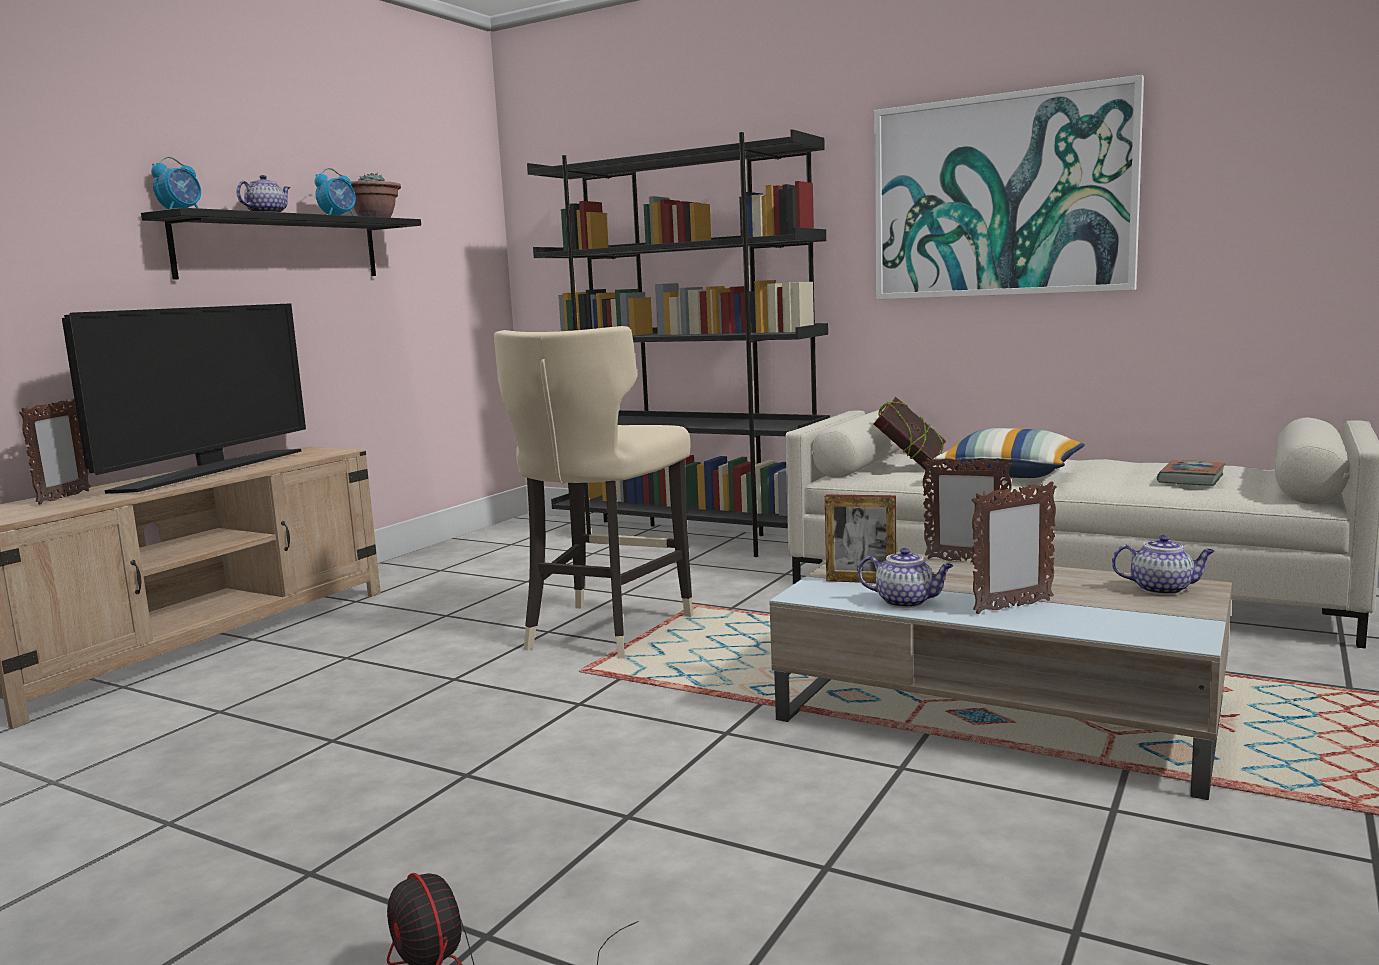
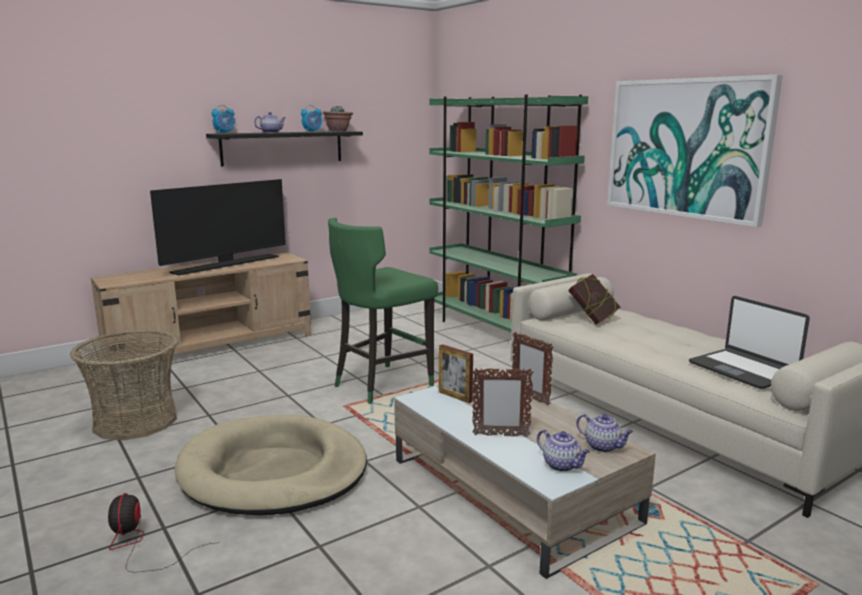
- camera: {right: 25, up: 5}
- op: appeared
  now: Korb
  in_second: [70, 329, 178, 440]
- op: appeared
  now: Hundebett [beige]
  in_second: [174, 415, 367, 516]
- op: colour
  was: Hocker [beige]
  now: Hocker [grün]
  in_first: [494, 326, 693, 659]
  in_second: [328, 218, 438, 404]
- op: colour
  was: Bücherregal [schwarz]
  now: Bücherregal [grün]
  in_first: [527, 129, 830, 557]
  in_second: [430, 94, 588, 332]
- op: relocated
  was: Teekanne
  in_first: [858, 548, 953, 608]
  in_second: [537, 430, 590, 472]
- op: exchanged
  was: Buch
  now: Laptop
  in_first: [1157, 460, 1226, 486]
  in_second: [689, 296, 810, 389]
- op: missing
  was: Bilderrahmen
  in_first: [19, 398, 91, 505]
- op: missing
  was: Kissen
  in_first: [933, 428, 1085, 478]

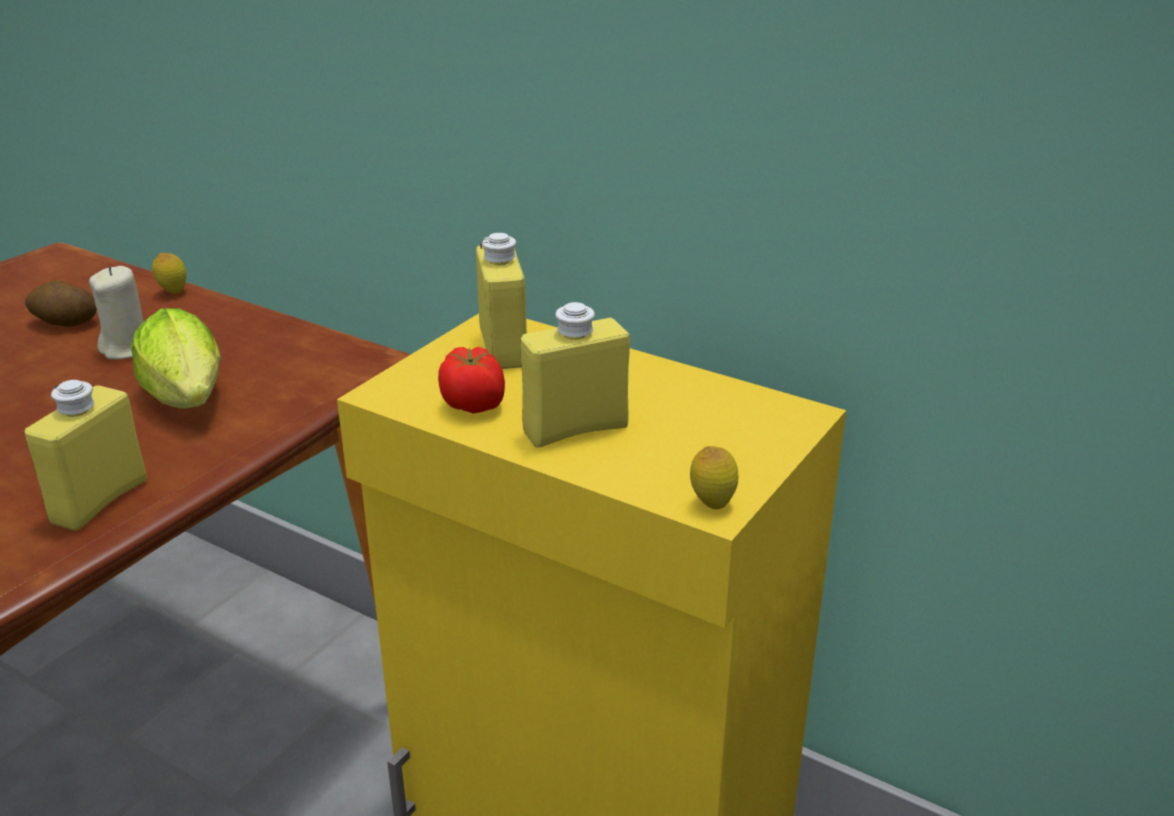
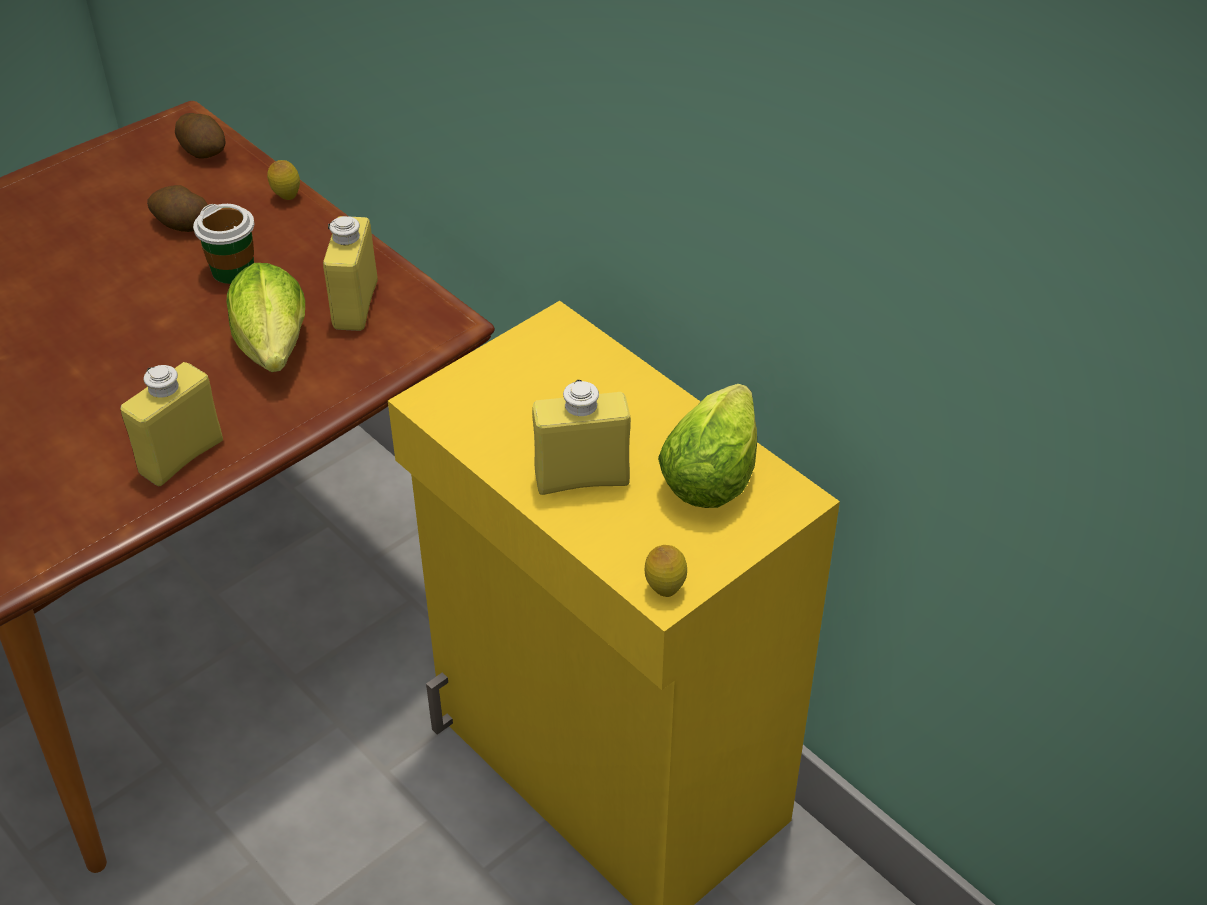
- camera: {right: 15, up: 15}
- op: appeared
  now: Kartoffel
  in_second: [175, 113, 225, 159]
- op: exchanged
  was: Kerze [beige]
  now: Tasse
  in_first: [89, 266, 144, 360]
  in_second: [193, 204, 255, 284]
- op: relocated
  was: Flasche [gelb]
  in_first: [476, 233, 527, 369]
  in_second: [323, 216, 378, 331]
- op: appeared
  now: Salatkopf
  in_second: [658, 384, 757, 508]
- op: missing
  was: Tomate
  in_first: [438, 347, 505, 414]

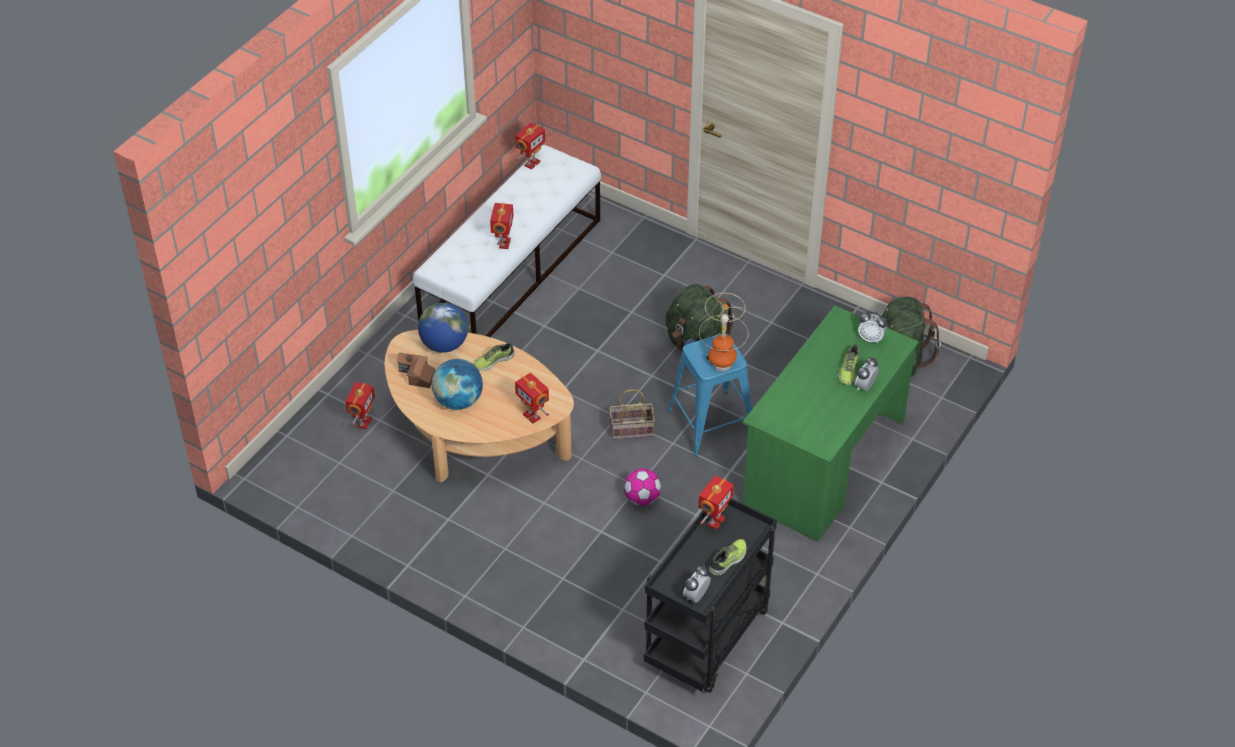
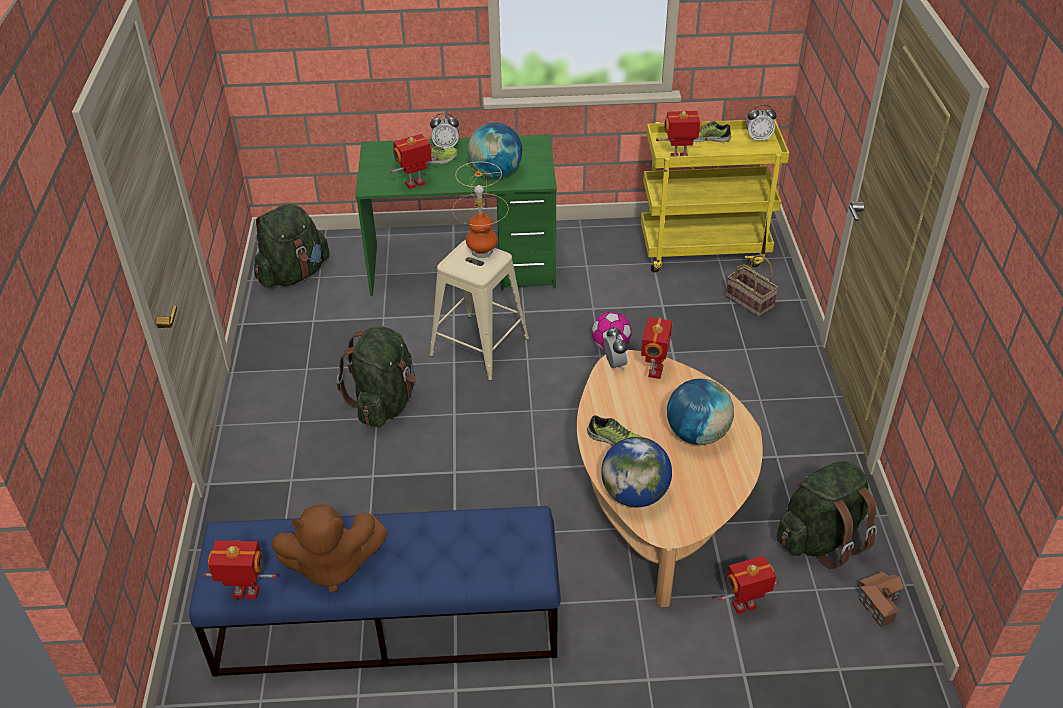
- camera: {right: -125, up: -5}
- op: colour
  was: Bank [weiß]
  now: Bank [blau]
  in_first: [413, 145, 601, 337]
  in_second: [189, 506, 561, 677]
- op: appeared
  now: Plüschtier [braun]
  in_second: [271, 504, 387, 592]
- op: relocated
  was: Spielzeugroboter
  in_first: [490, 203, 514, 249]
  in_second: [389, 134, 438, 189]
- op: colour
  was: Hocker [blau]
  now: Hocker [beige]
  in_first: [668, 333, 752, 456]
  in_second: [429, 240, 529, 381]
- op: appeared
  now: Globus
  in_second: [468, 123, 522, 178]
- op: relocated
  was: Wecker
  in_first: [858, 311, 887, 344]
  in_second: [604, 327, 628, 369]
- op: colour
  was: Rollwagen [schwarz]
  now: Rollwagen [gelb]
  in_first: [644, 498, 777, 693]
  in_second: [641, 119, 789, 272]
- op: relocated
  was: Korb
  in_first: [609, 389, 655, 440]
  in_second: [726, 255, 779, 317]
- op: appeared
  now: Rucksack [grün]
  in_second: [777, 461, 877, 569]
- op: relocated
  was: Spielzeughaus
  in_first: [397, 353, 435, 388]
  in_second: [858, 572, 904, 627]

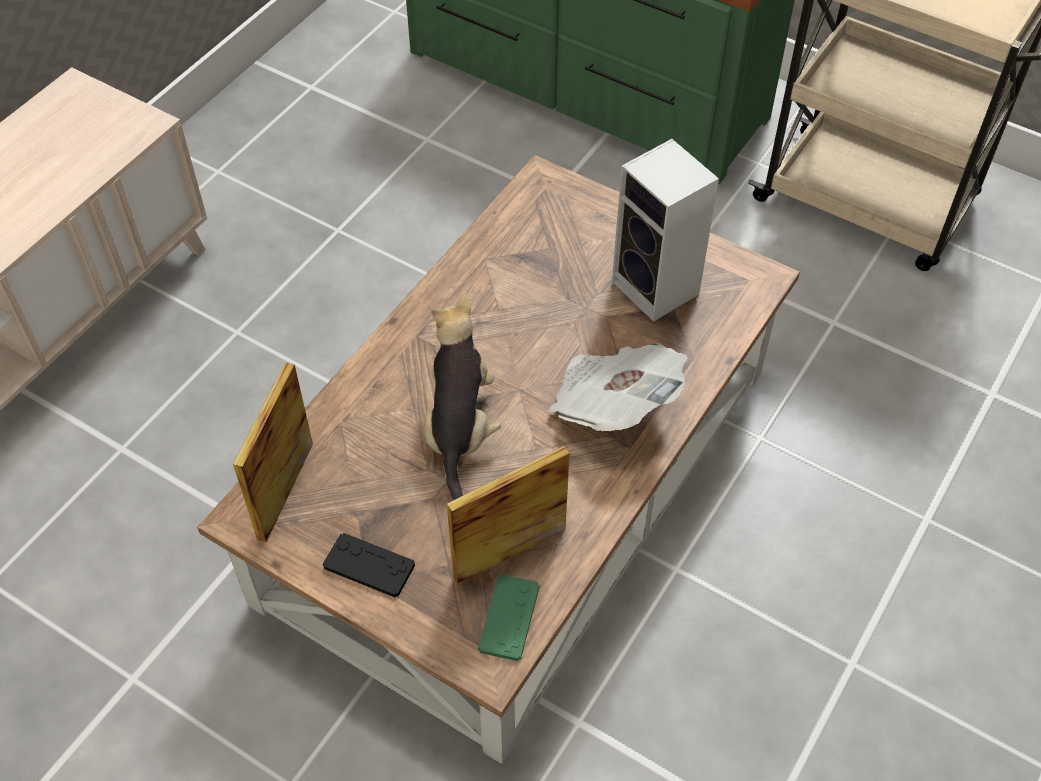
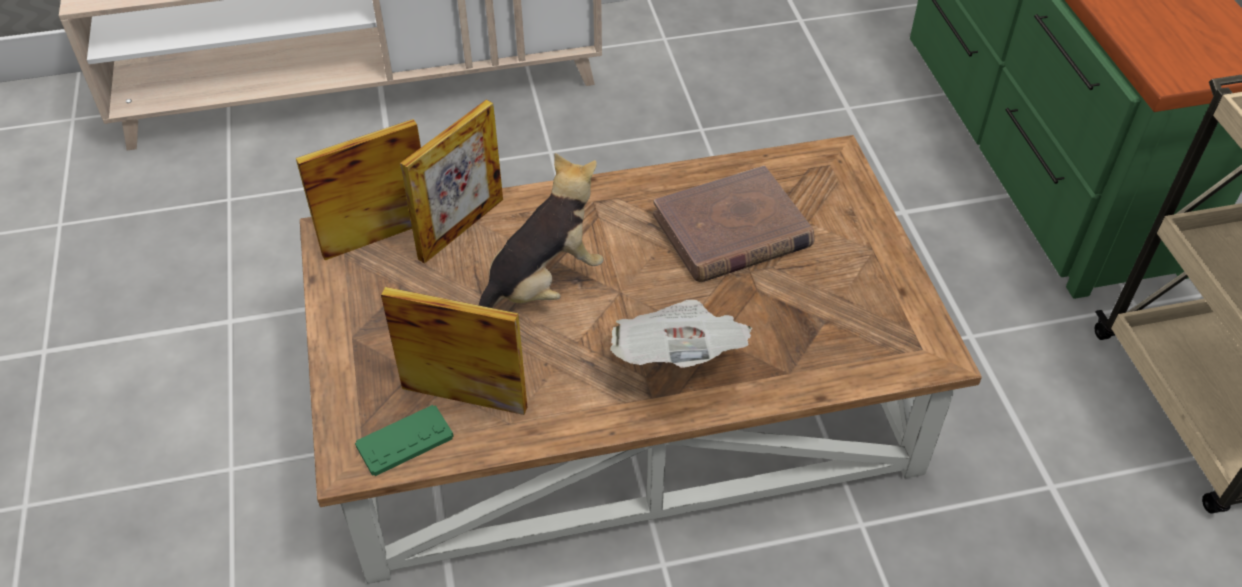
- camera: {right: 45, up: -5}
- op: appeared
  now: Bilderrahmen
  in_second: [400, 100, 503, 264]
- op: appeared
  now: Buch [braun]
  in_second: [653, 166, 815, 282]
- op: missing
  was: Gamepad [schwarz]
  in_first: [323, 533, 415, 597]
- op: missing
  was: Lautsprecher
  in_first: [612, 139, 719, 322]

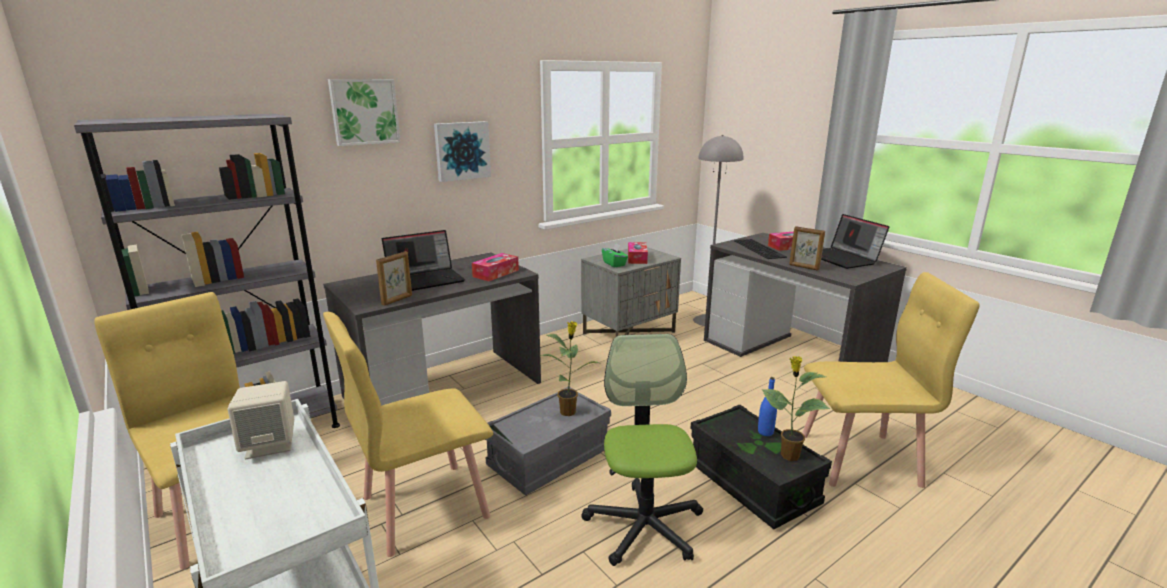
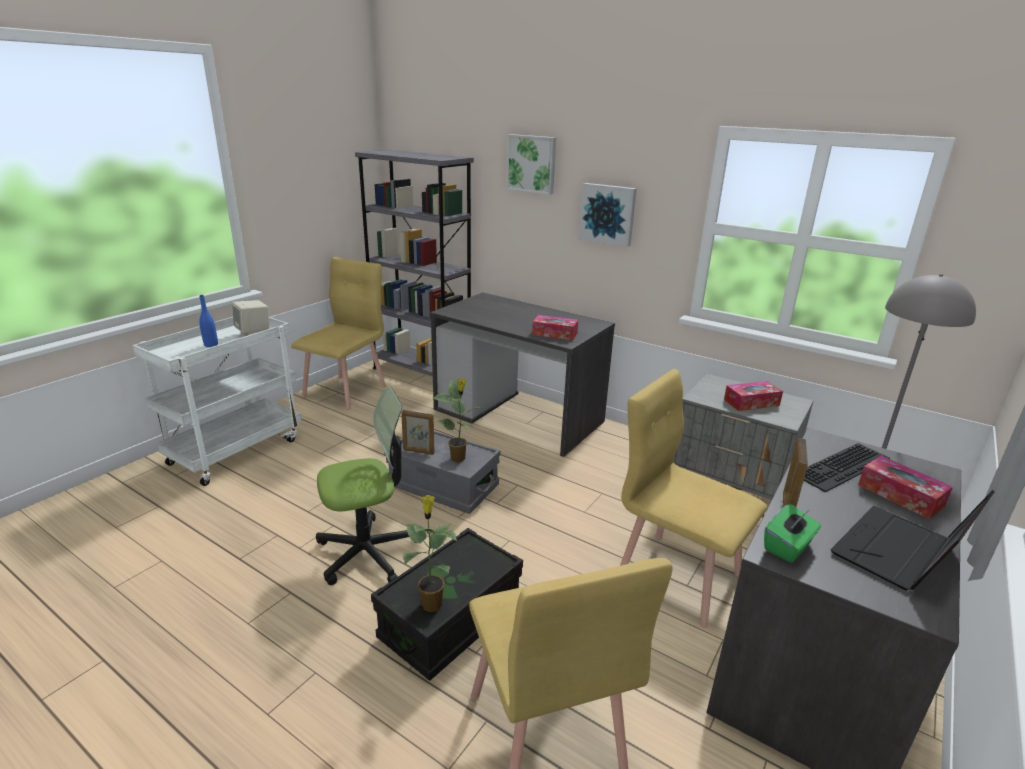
- camera: {right: 70, up: 5}
- op: relocated
  was: Flasche [blau]
  in_first: [758, 377, 777, 436]
  in_second: [199, 295, 218, 347]
- op: relocated
  was: Bilderrahmen
  in_first: [376, 252, 412, 306]
  in_second: [401, 410, 434, 455]
- op: relocated
  was: Stuhl [gelb]
  in_first: [323, 312, 493, 557]
  in_second: [620, 369, 767, 628]
- op: relocated
  was: Taschentuchbox [grün]
  in_first: [602, 243, 628, 267]
  in_second: [764, 504, 821, 563]
- op: missing
  was: Laptop
  in_first: [382, 230, 465, 291]

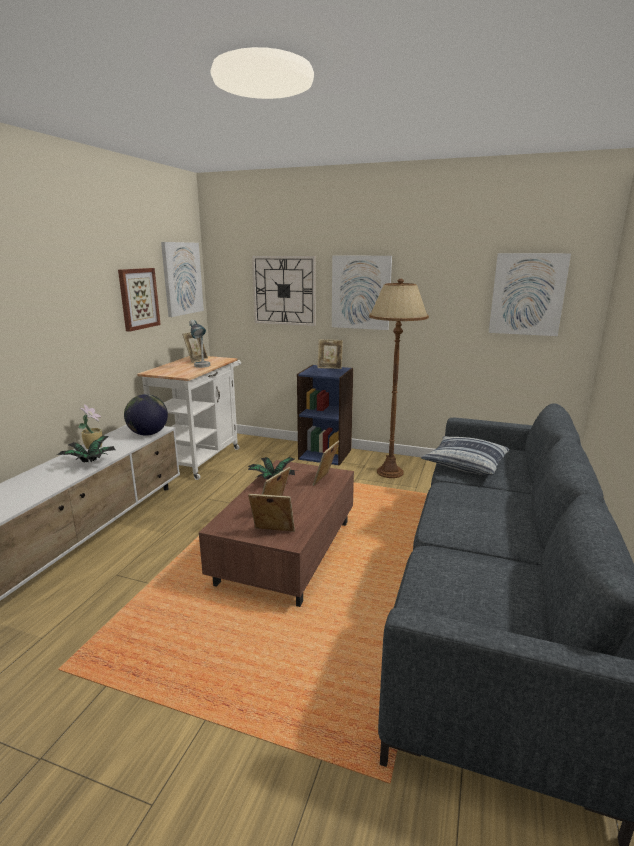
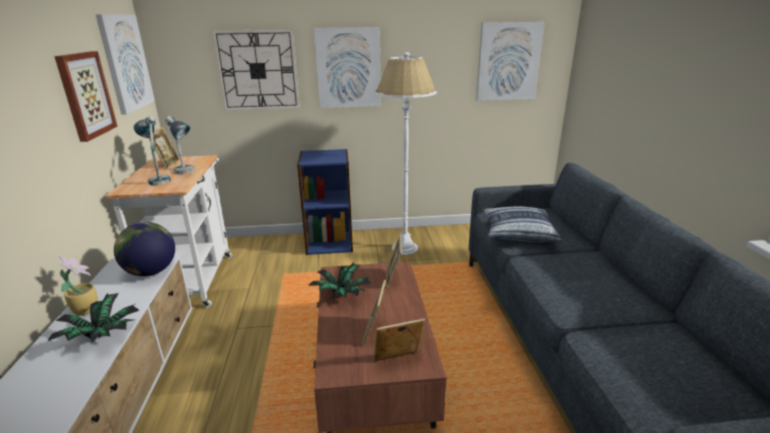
- camera: {right: -25, up: 5}
- op: appeared
  now: Tischlampe
  in_second: [134, 116, 171, 185]
- op: colour
  was: Stehlampe [braun]
  now: Stehlampe [weiß]
  in_first: [369, 279, 429, 478]
  in_second: [376, 52, 437, 255]
- op: missing
  was: Bilderrahmen
  in_first: [317, 339, 343, 369]

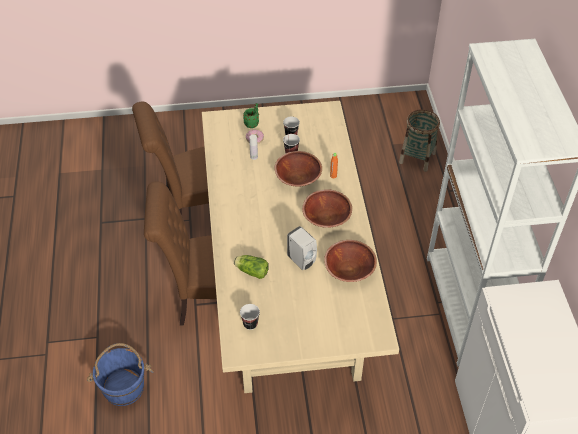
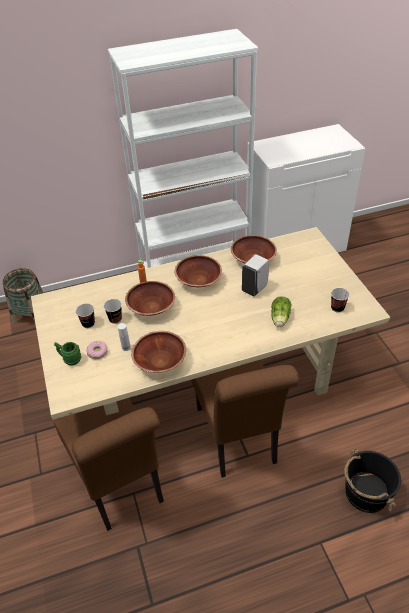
- camera: {right: -100, up: -5}
- op: appeared
  now: Schüssel [braun]
  in_second: [131, 331, 186, 373]
- op: colour
  was: Eimer [blau]
  now: Eimer [schwarz]
  in_first: [87, 343, 154, 406]
  in_second: [344, 449, 401, 513]

